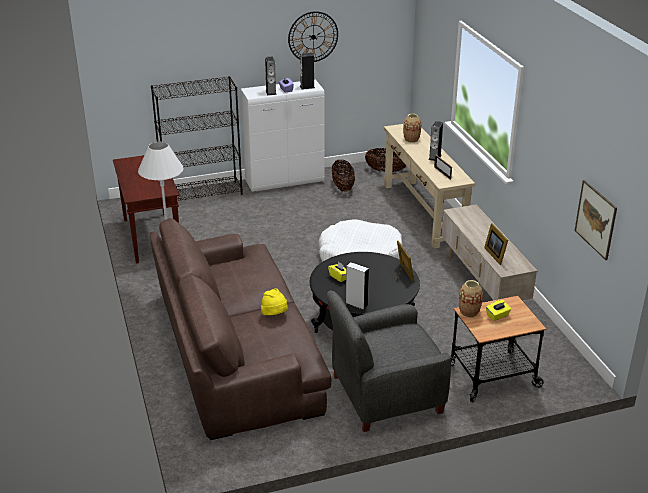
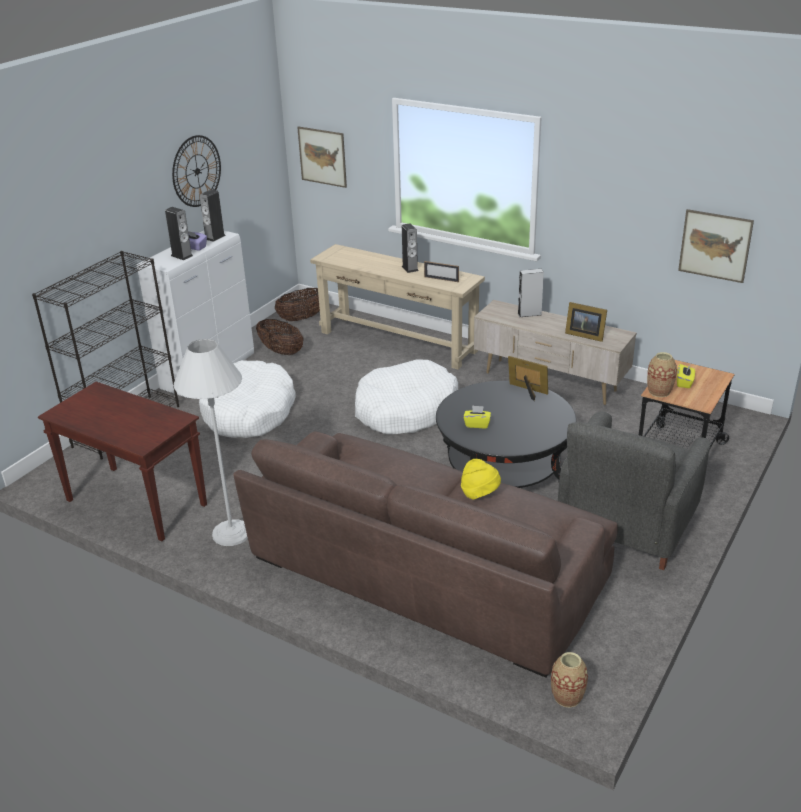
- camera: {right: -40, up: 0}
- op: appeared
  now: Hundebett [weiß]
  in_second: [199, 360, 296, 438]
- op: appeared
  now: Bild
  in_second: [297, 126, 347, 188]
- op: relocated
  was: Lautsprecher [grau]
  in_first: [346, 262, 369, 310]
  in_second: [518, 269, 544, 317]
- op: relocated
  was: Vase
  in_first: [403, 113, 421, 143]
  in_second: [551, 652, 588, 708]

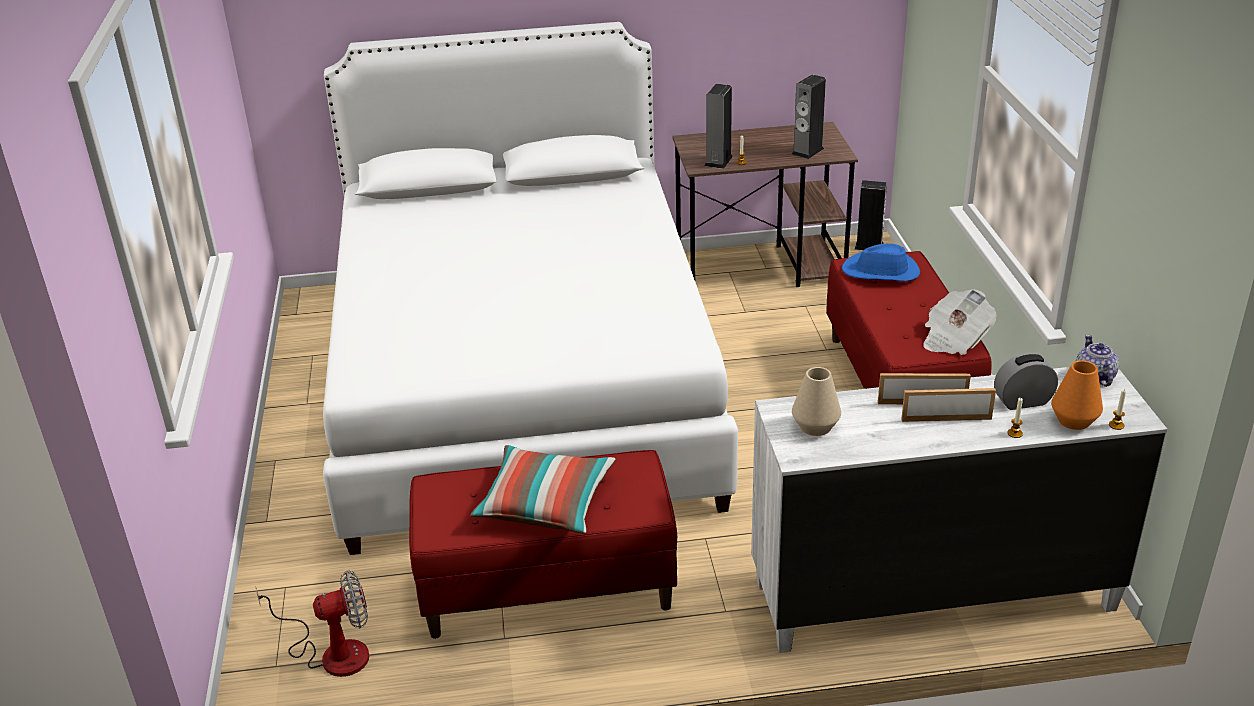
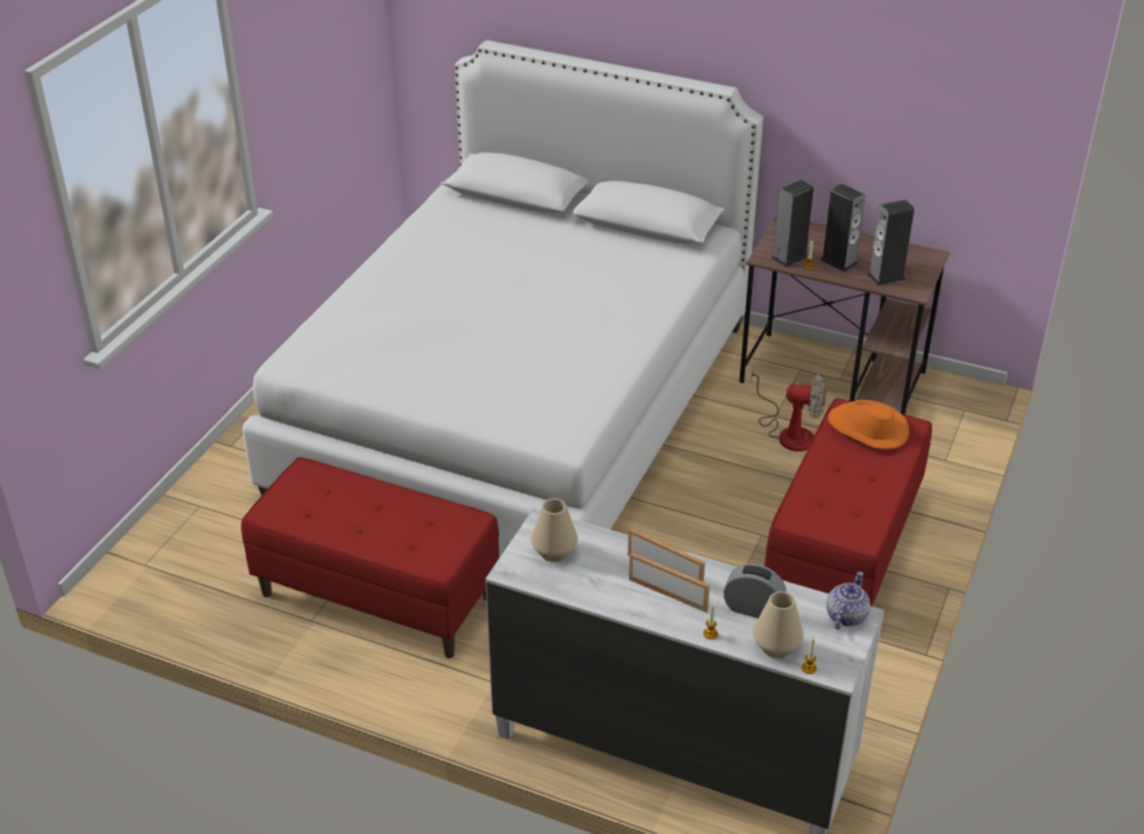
- camera: {right: 30, up: 5}
- op: relocated
  was: Ventilator
  in_first: [255, 571, 369, 677]
  in_second: [751, 366, 826, 452]
- op: colour
  was: Vase [orange]
  now: Vase [beige]
  in_first: [1051, 360, 1103, 430]
  in_second: [753, 591, 803, 658]
- op: relocated
  was: Lautsprecher
  in_first: [855, 180, 887, 250]
  in_second: [820, 184, 865, 272]
- op: colour
  was: Hut [blau]
  now: Hut [orange]
  in_first: [842, 243, 920, 282]
  in_second: [828, 400, 909, 449]
- op: missing
  was: Kissen
  in_first: [470, 445, 616, 534]
- op: missing
  was: Zeitung
  in_first: [923, 289, 996, 355]

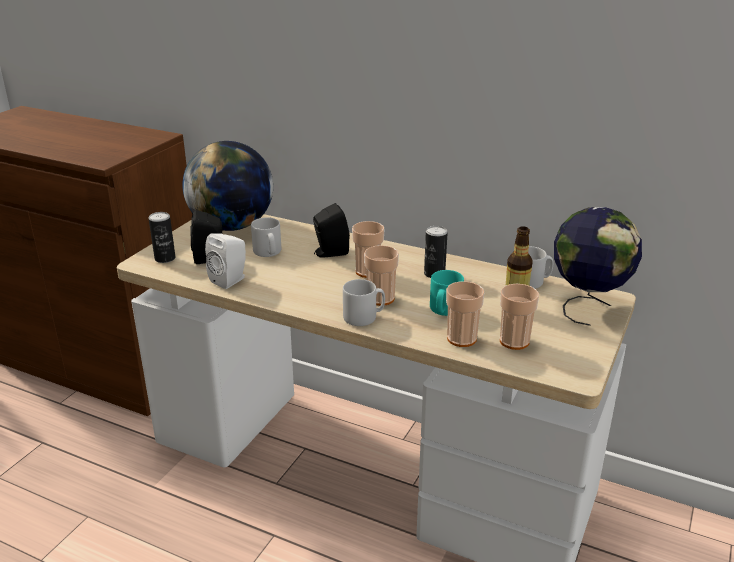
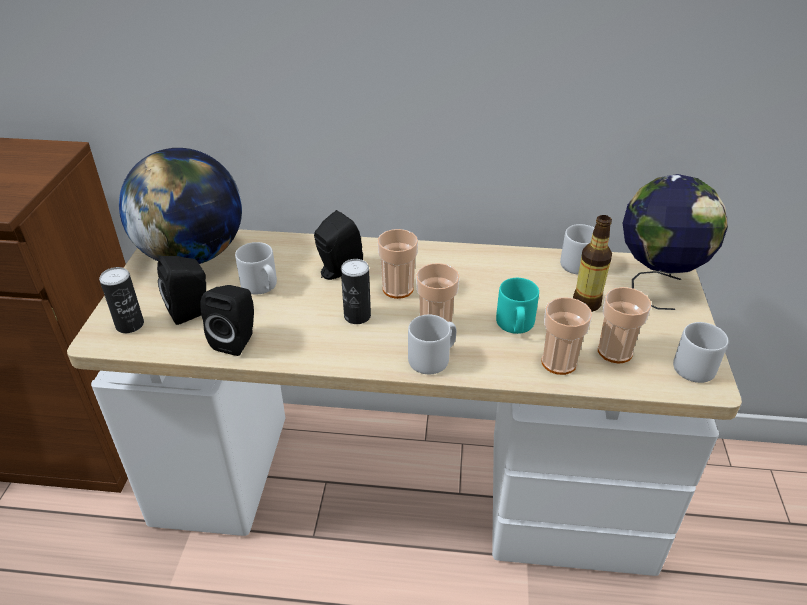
- camera: {right: -20, up: 10}
- op: colour
  was: Lautsprecher [weiß]
  now: Lautsprecher [schwarz]
  in_first: [205, 234, 246, 289]
  in_second: [201, 285, 254, 356]
- op: relocated
  was: Dose
  in_first: [424, 226, 448, 278]
  in_second: [341, 259, 371, 324]
- op: appeared
  now: Henkelbecher [grau]
  in_second: [673, 322, 728, 383]

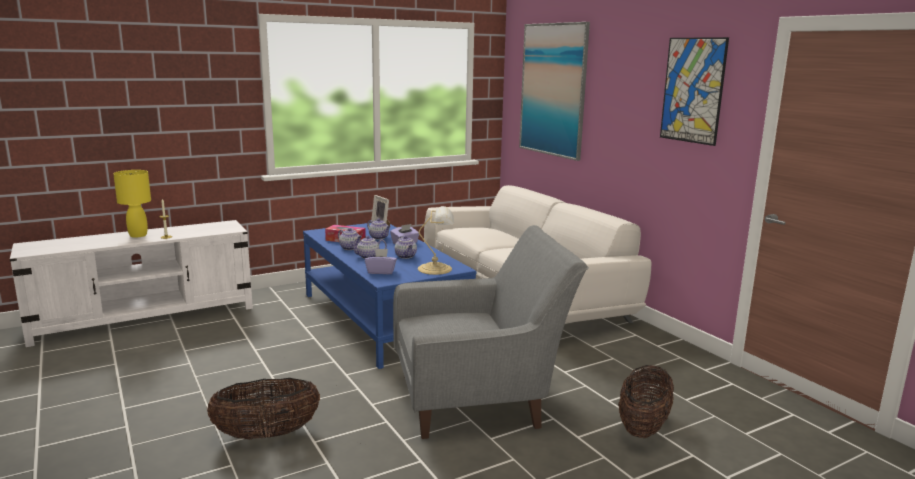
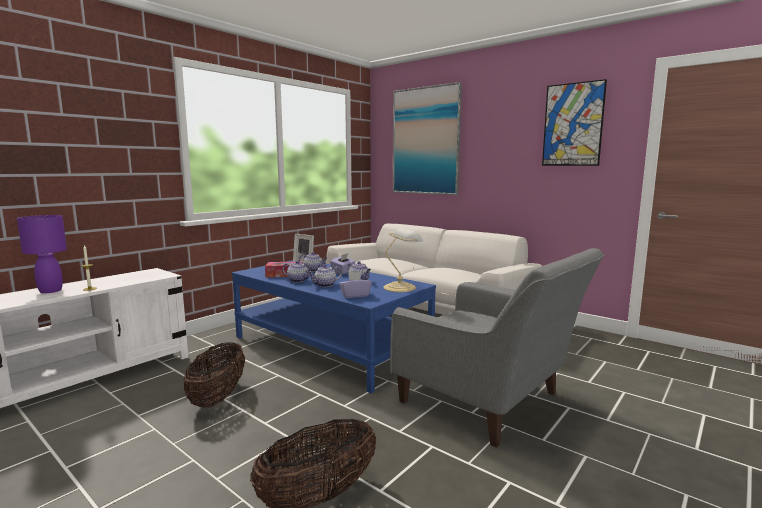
- camera: {right: -20, up: -5}
- op: colour
  was: Tischlampe [gelb]
  now: Tischlampe [lila]
  in_first: [113, 170, 151, 238]
  in_second: [17, 215, 67, 293]
- op: relocated
  was: Korb
  in_first: [618, 365, 674, 438]
  in_second: [184, 342, 245, 408]
- op: spun
  was: Sessel [grau]
  in_first: [393, 225, 589, 439]
  in_second: [390, 248, 605, 448]
  clockwise: 75

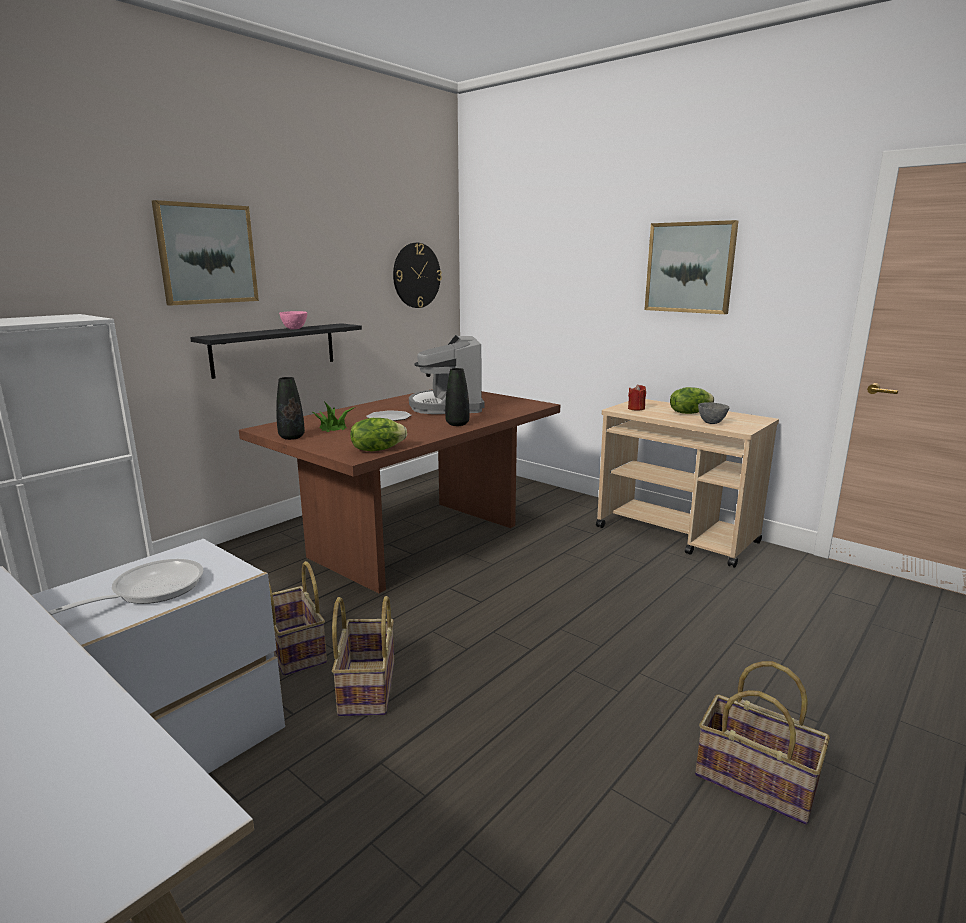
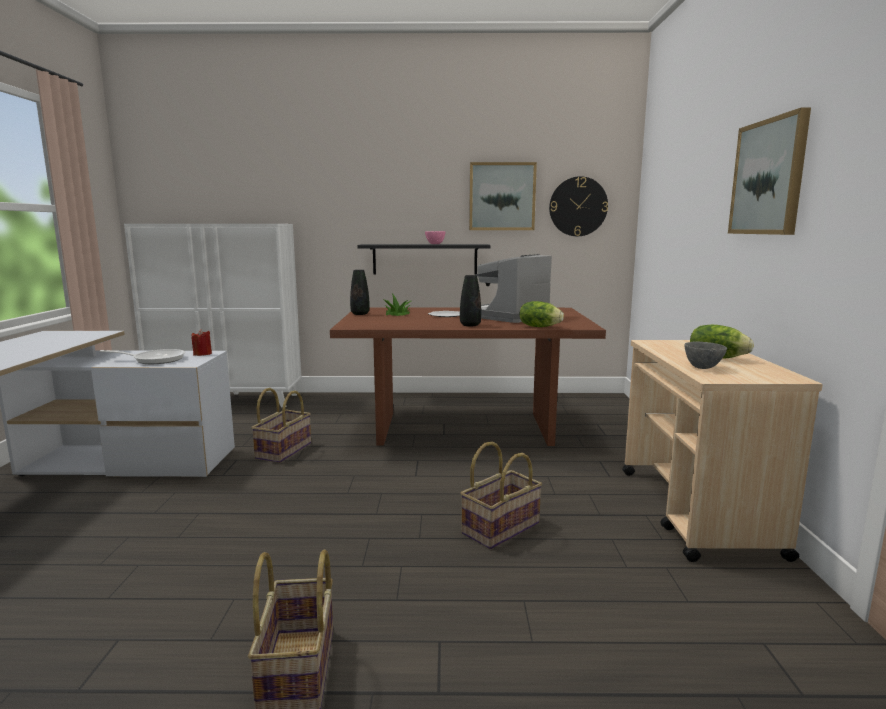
- camera: {right: 50, up: -5}
- op: relocated
  was: Kerze [rot]
  in_first: [628, 384, 646, 411]
  in_second: [192, 329, 212, 356]
- op: relocated
  was: Korb
  in_first: [332, 596, 394, 716]
  in_second: [460, 441, 542, 549]
- op: relocated
  was: Bild
  in_first: [152, 200, 259, 306]
  in_second: [469, 162, 537, 230]
- op: relocated
  was: Salatkopf
  in_first: [350, 418, 407, 451]
  in_second: [519, 301, 564, 327]

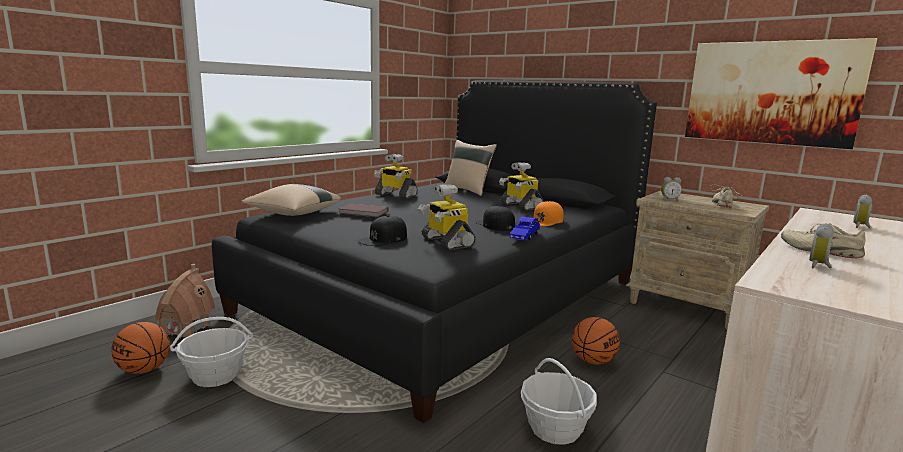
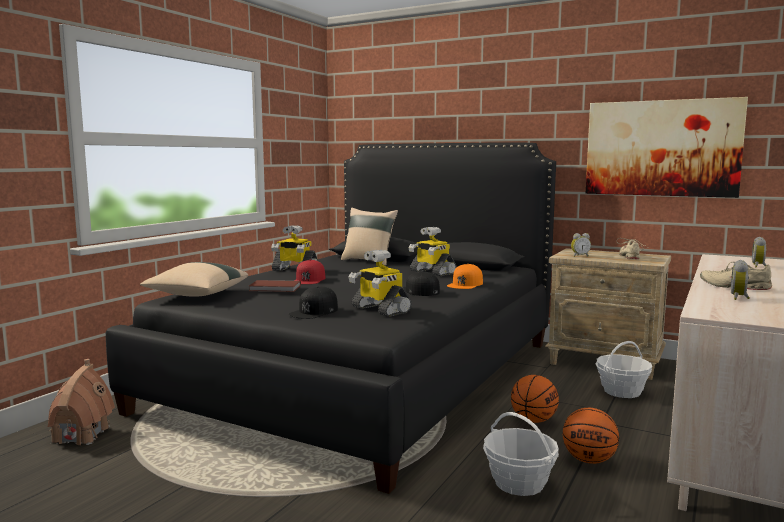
- camera: {right: -10, up: -5}
- op: appeared
  now: Kappe [rot]
  in_second: [294, 260, 326, 284]
- op: relocated
  was: Basketball
  in_first: [111, 322, 170, 374]
  in_second: [563, 408, 619, 464]
- op: relocated
  was: Korb
  in_first: [170, 317, 253, 387]
  in_second: [596, 341, 652, 398]
- op: missing
  was: Spielzeugauto [blau]
  in_first: [510, 216, 540, 240]

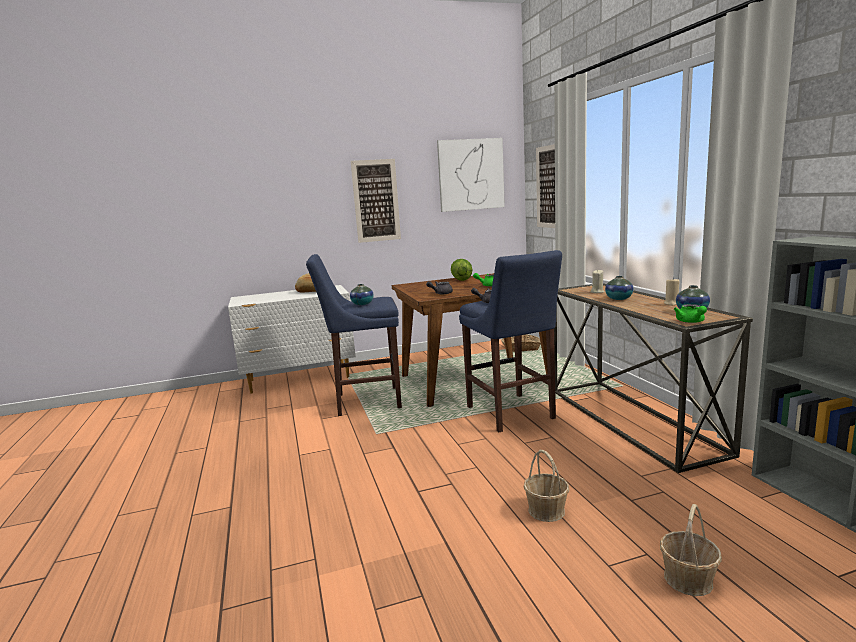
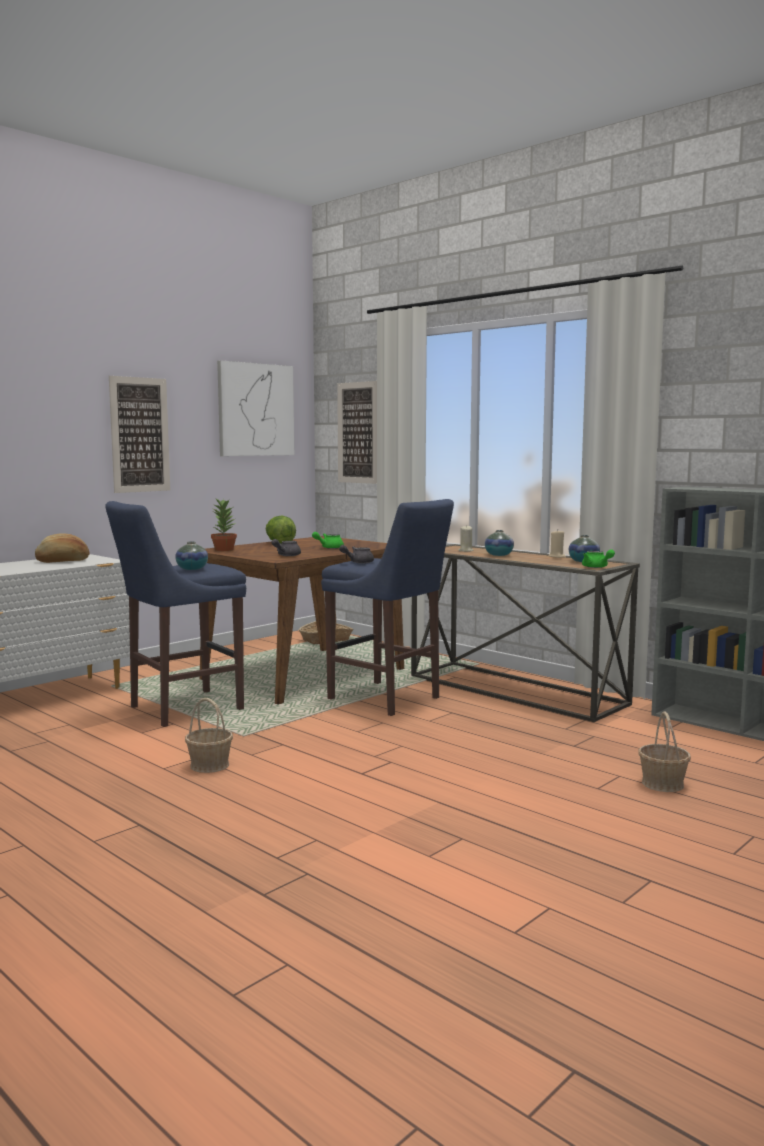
- camera: {right: -30, up: -5}
- op: relocated
  was: Korb
  in_first: [524, 450, 569, 522]
  in_second: [185, 698, 233, 773]
- op: appeared
  now: Topfpflanze
  in_second: [211, 498, 237, 551]

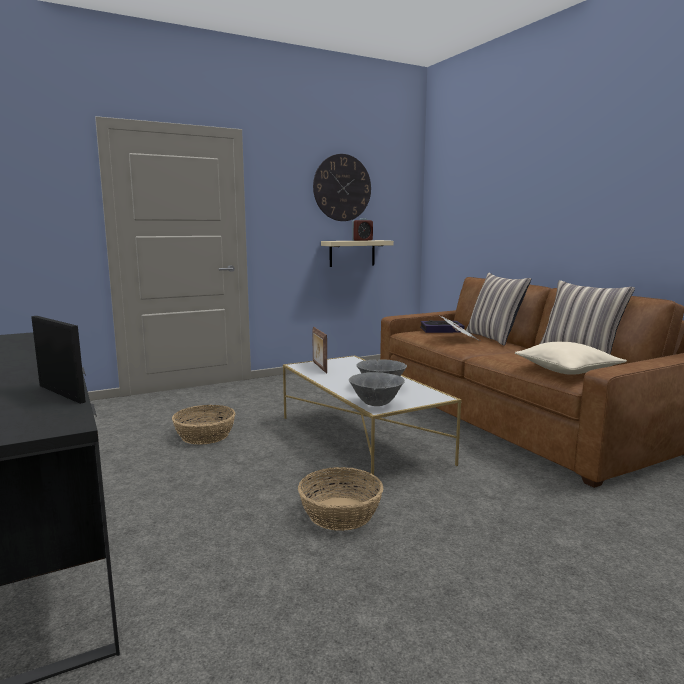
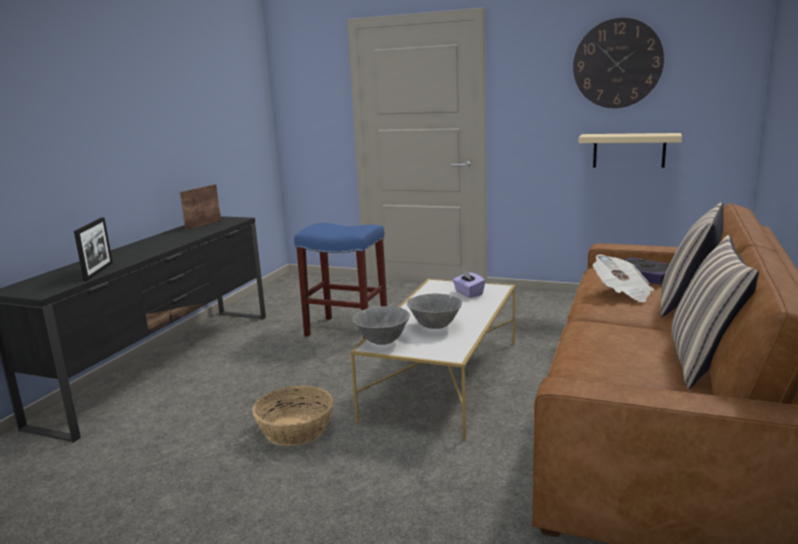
- camera: {right: 50, up: 5}
- op: relocated
  was: Bilderrahmen
  in_first: [312, 327, 327, 373]
  in_second: [180, 184, 221, 230]
- op: exchanged
  was: Korb
  now: Hocker [blau]
  in_first: [172, 405, 235, 445]
  in_second: [294, 223, 387, 339]
- op: appeared
  now: Taschentuchbox [lila]
  in_second: [453, 269, 485, 298]
- op: missing
  was: Wecker
  in_first: [352, 218, 373, 241]
- op: missing
  was: Kissen [beige]
  in_first: [515, 342, 627, 375]

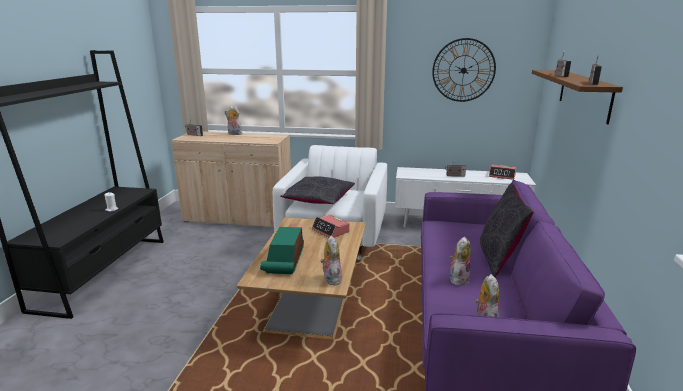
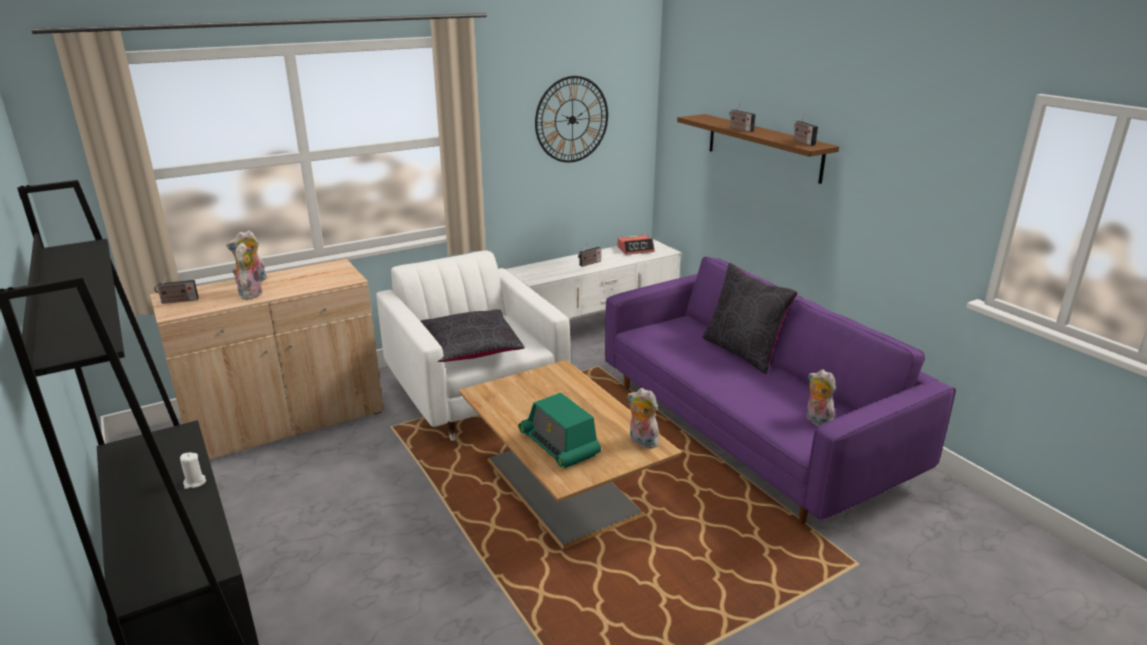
- camera: {right: -40, up: 5}
- op: relocated
  was: Plüschtier
  in_first: [450, 237, 471, 286]
  in_second: [232, 242, 263, 299]
- op: missing
  was: Wecker
  in_first: [312, 215, 350, 238]

